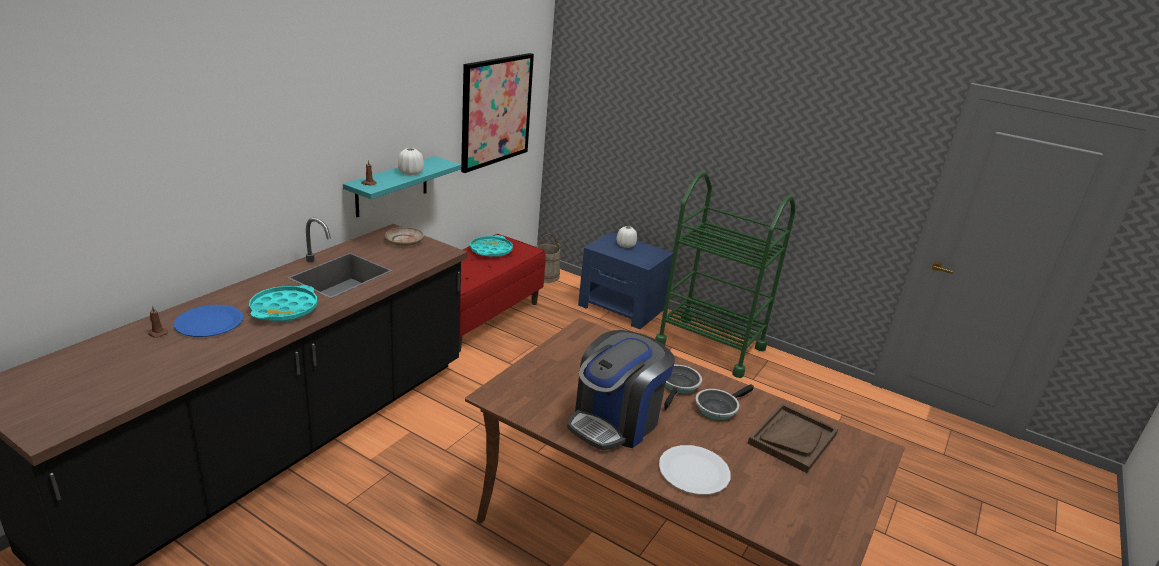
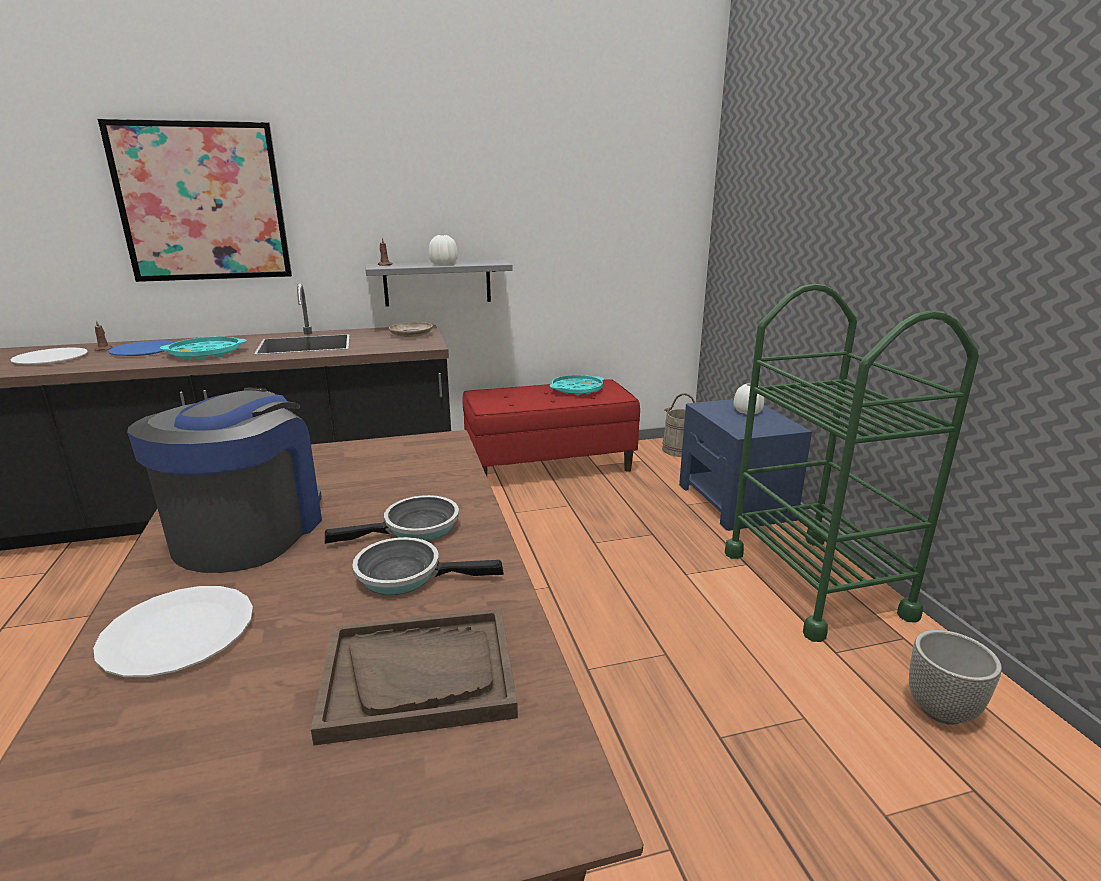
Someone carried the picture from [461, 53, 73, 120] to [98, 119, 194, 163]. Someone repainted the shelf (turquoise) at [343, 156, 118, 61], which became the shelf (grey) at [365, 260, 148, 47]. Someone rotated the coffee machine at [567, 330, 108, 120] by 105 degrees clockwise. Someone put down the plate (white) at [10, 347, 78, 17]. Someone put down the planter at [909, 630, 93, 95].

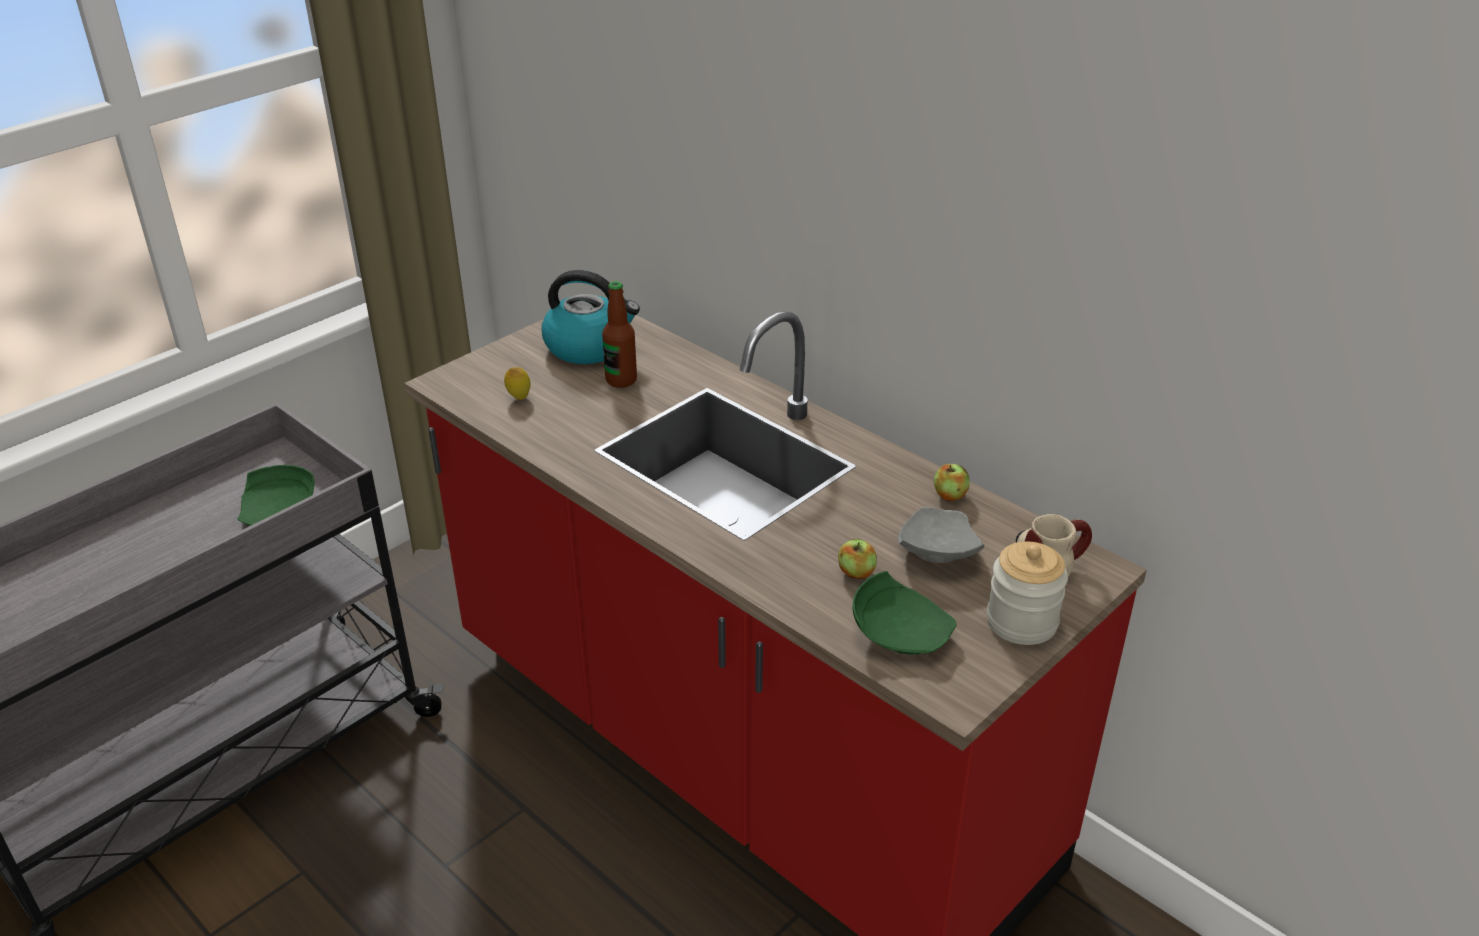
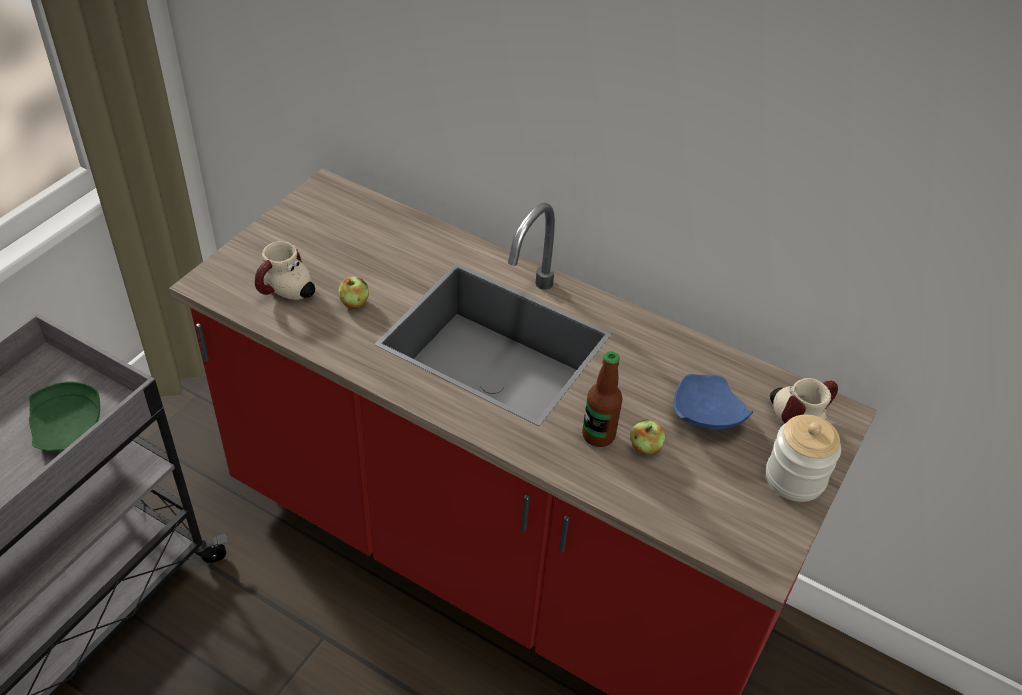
Someone took away the kettle at [541, 270, 99, 94]. Someone carried the bottle from [602, 281, 35, 107] to [582, 351, 41, 96]. Someone swapped the lemon at [504, 367, 26, 33] for the mug at [255, 241, 60, 59]. Someone carried the apple from [934, 464, 36, 37] to [338, 277, 31, 32]. Someone repainted the plate (grey) at [898, 507, 86, 56], which became the plate (blue) at [673, 374, 80, 56]. Someone took away the plate (green) at [853, 571, 104, 84].

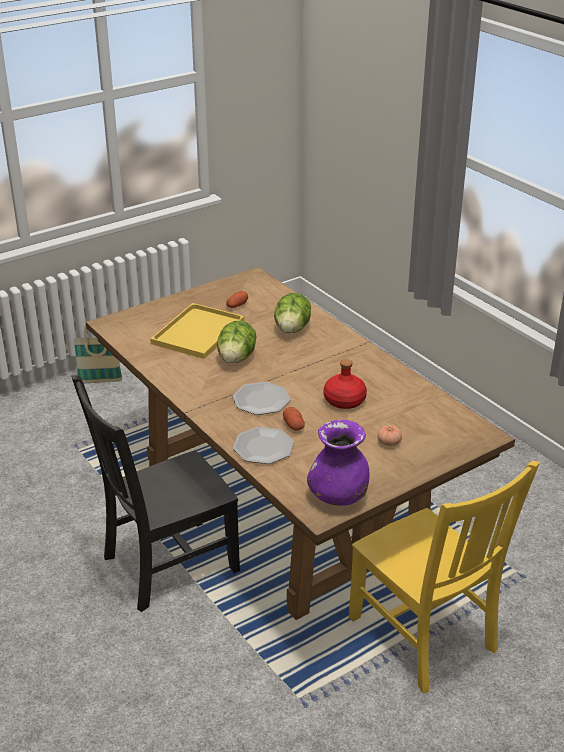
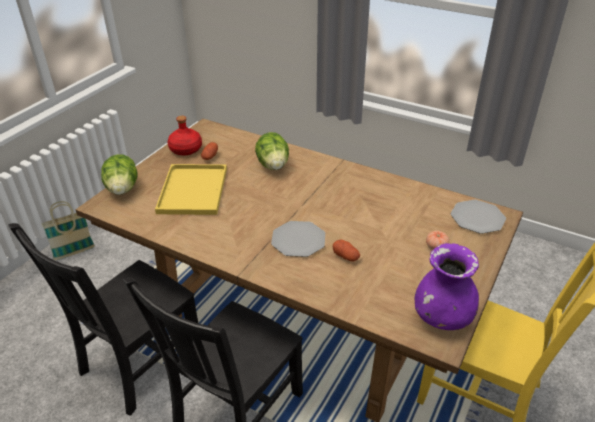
Someone carried the lettuce from [217, 321, 40, 42] to [101, 154, 36, 41]. Someone carried the bottle (red) from [324, 359, 43, 50] to [168, 116, 34, 39]. Someone carried the plate from [233, 427, 61, 37] to [451, 200, 55, 34]. Someone put down the chair (black) at [8, 223, 191, 193].

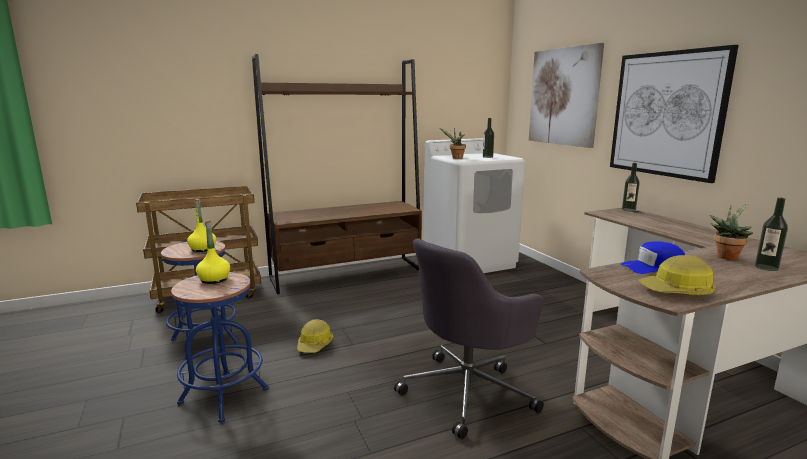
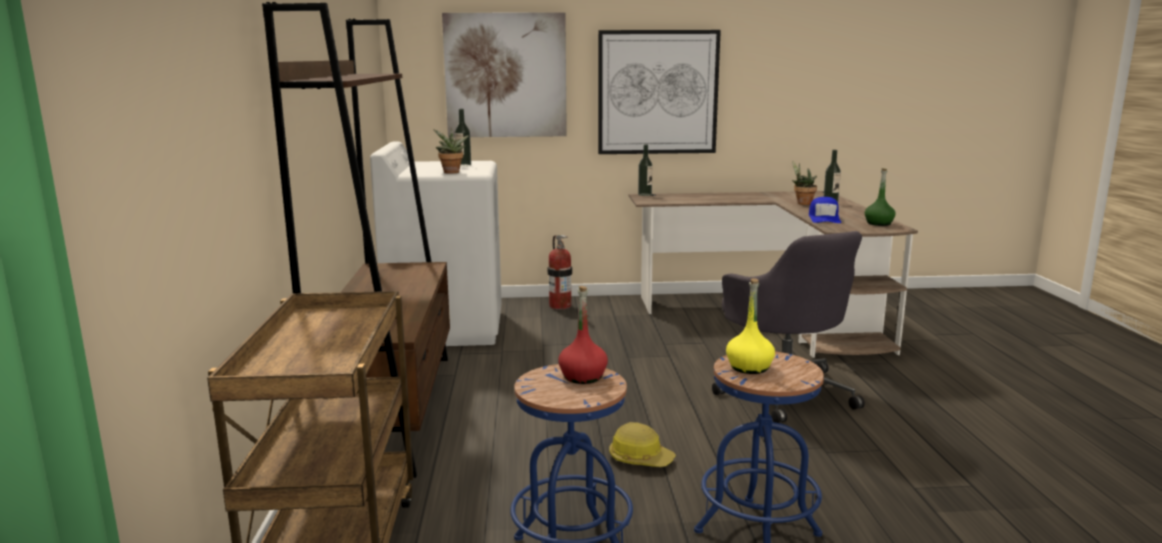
Someone repainted the bottle (yellow) at [187, 199, 29, 53], which became the bottle (red) at [558, 286, 50, 98]. Someone swapped the hard hat at [639, 255, 77, 40] for the bottle (green) at [865, 168, 31, 58]. Someone put down the fire extinguisher at [548, 235, 24, 75].

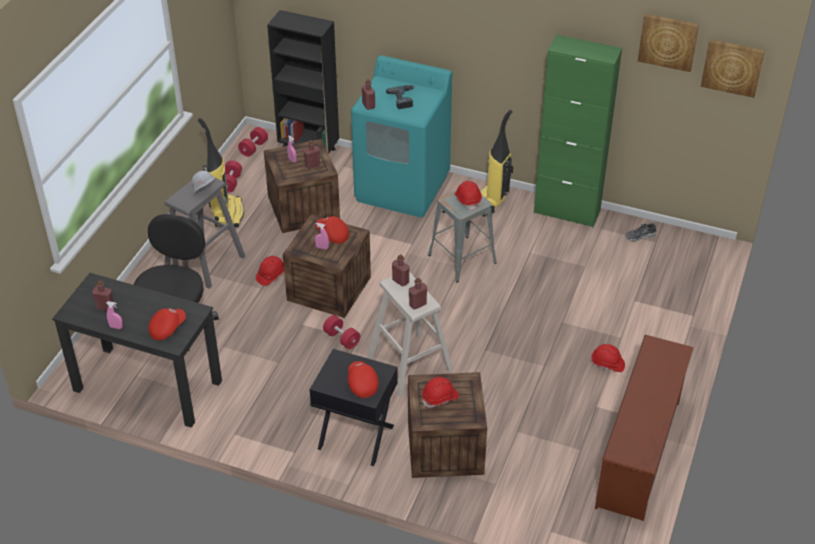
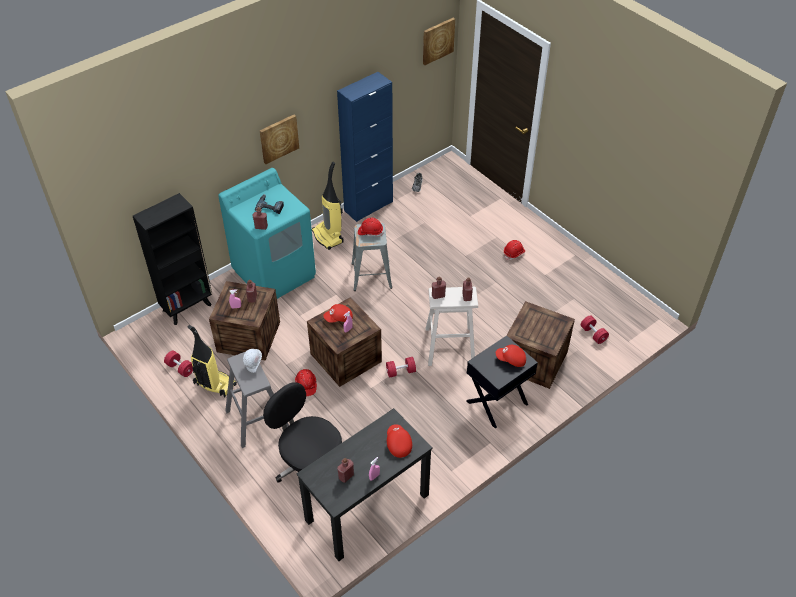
Someone carried the picture from [638, 14, 61, 58] to [260, 115, 39, 49]. Someone repainted the cabinet (green) at [534, 35, 88, 192], which became the cabinet (blue) at [337, 72, 56, 150]. Someone carried the dumbbell (red) from [238, 127, 30, 30] to [581, 315, 28, 29]. Someone took away the shoe rack (brown) at [595, 335, 99, 186]. Someone took away the hard hat (red) at [422, 377, 37, 31].

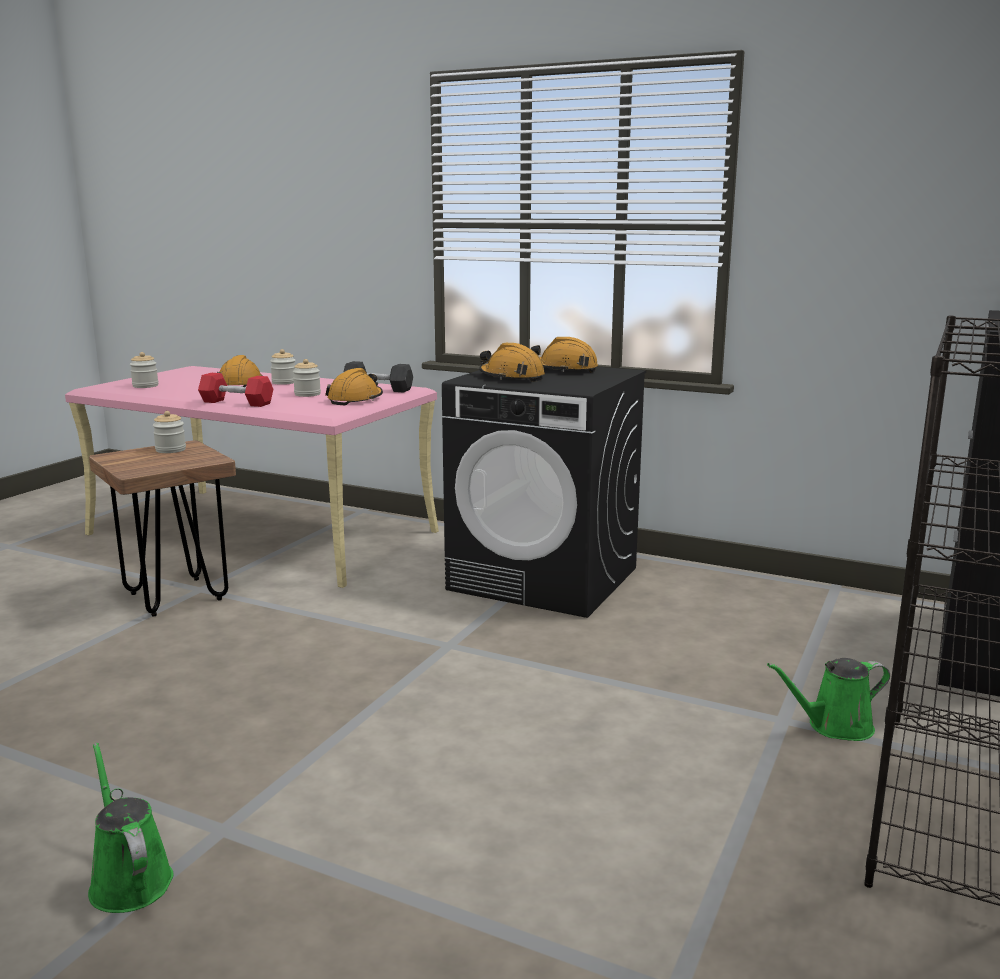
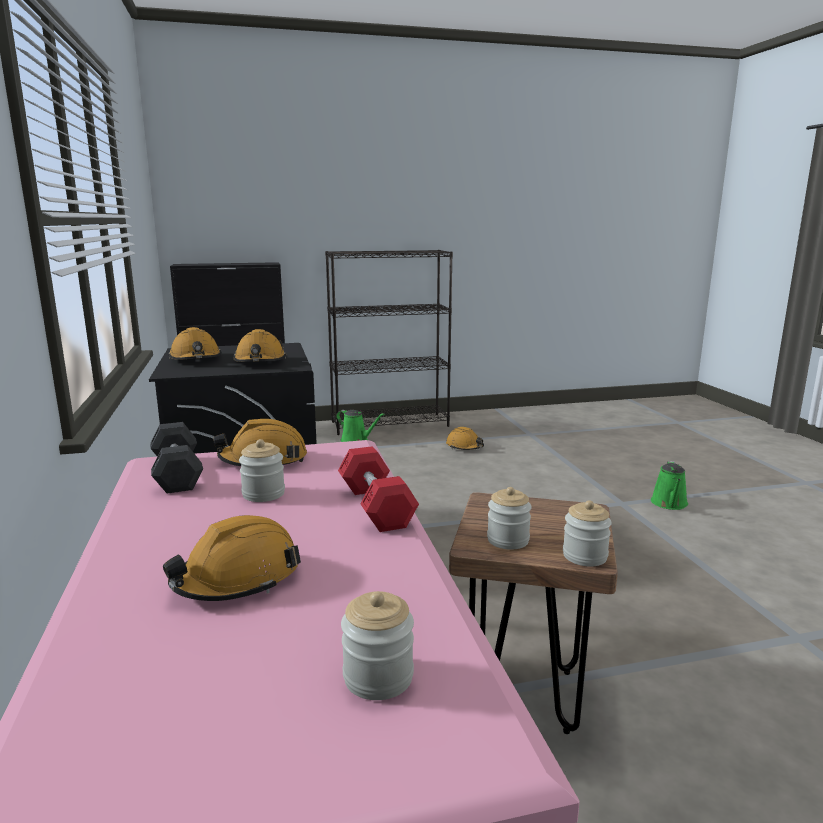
Someone carried the jar from [270, 349, 26, 36] to [563, 500, 49, 66]. Someone put down the hard hat (orange) at [446, 427, 38, 23].

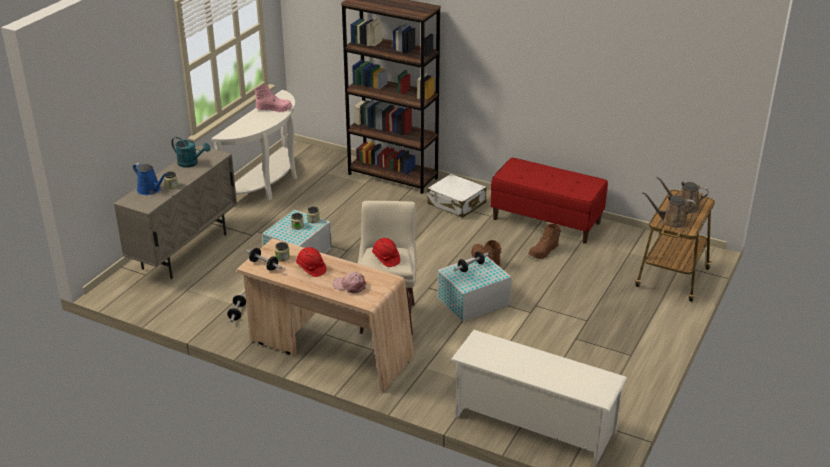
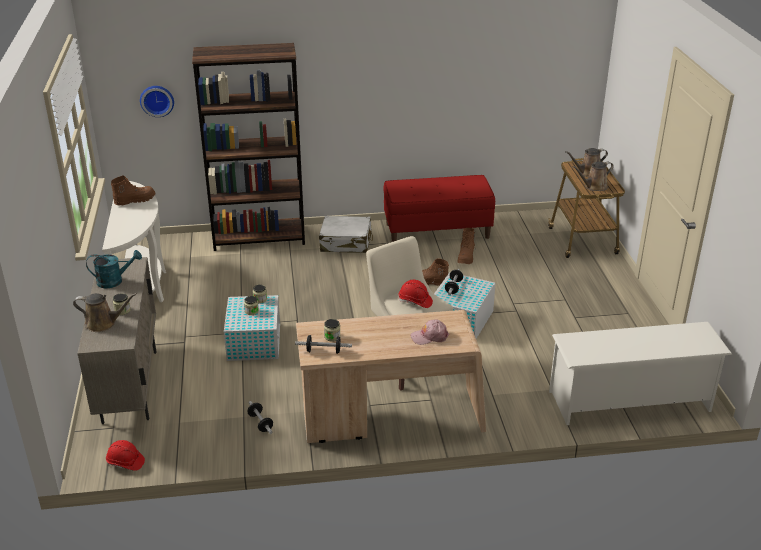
Someone repainted the boot (pink) at [255, 85, 37, 27], which became the boot (brown) at [111, 175, 44, 31]. Someone repainted the watering can (blue) at [133, 163, 35, 32], which became the watering can (brown) at [73, 293, 64, 39]. Someone carried the hard hat (red) from [296, 247, 31, 30] to [106, 440, 39, 31]. Someone put up the wall clock at [140, 86, 34, 31].

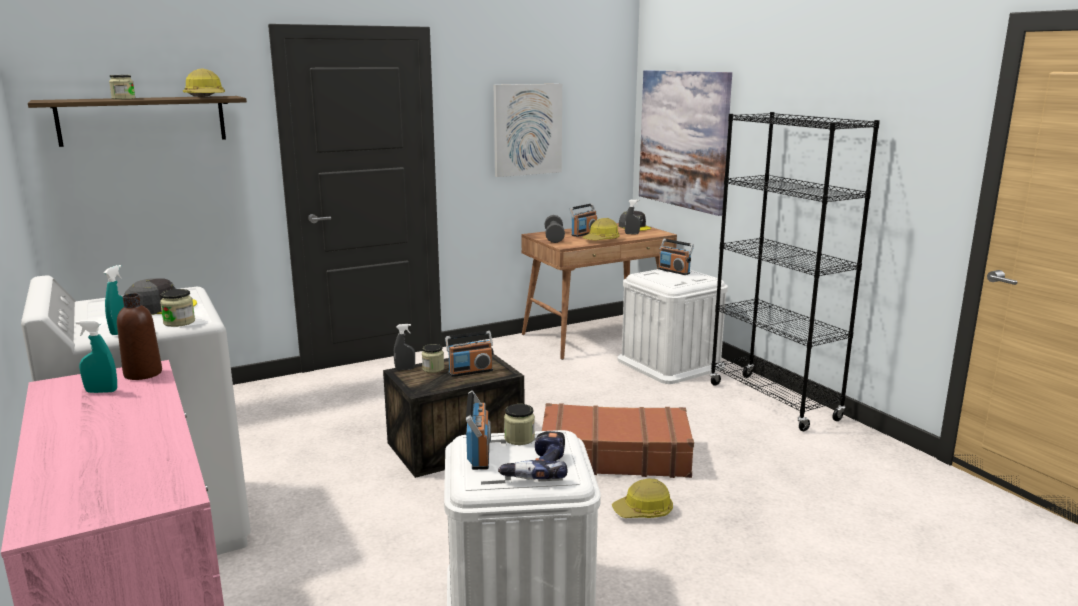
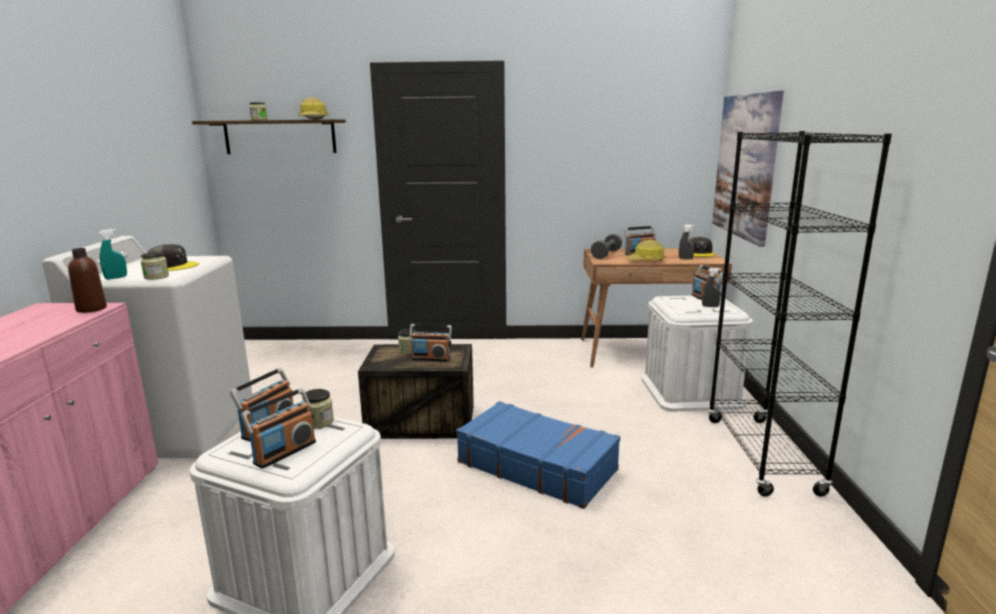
Someone took away the picture at [494, 84, 68, 93]. Someone took away the spray bottle (turquoise) at [76, 320, 41, 73]. Someone carried the spray bottle (grey) from [394, 324, 21, 46] to [702, 268, 19, 39]. Someone repainted the suitcase (brown) at [542, 403, 152, 75], which became the suitcase (blue) at [456, 401, 164, 108]. Someone swapped the power drill at [498, 431, 70, 49] for the radio at [241, 388, 75, 81]. Someone took away the hard hat at [612, 479, 61, 39].

